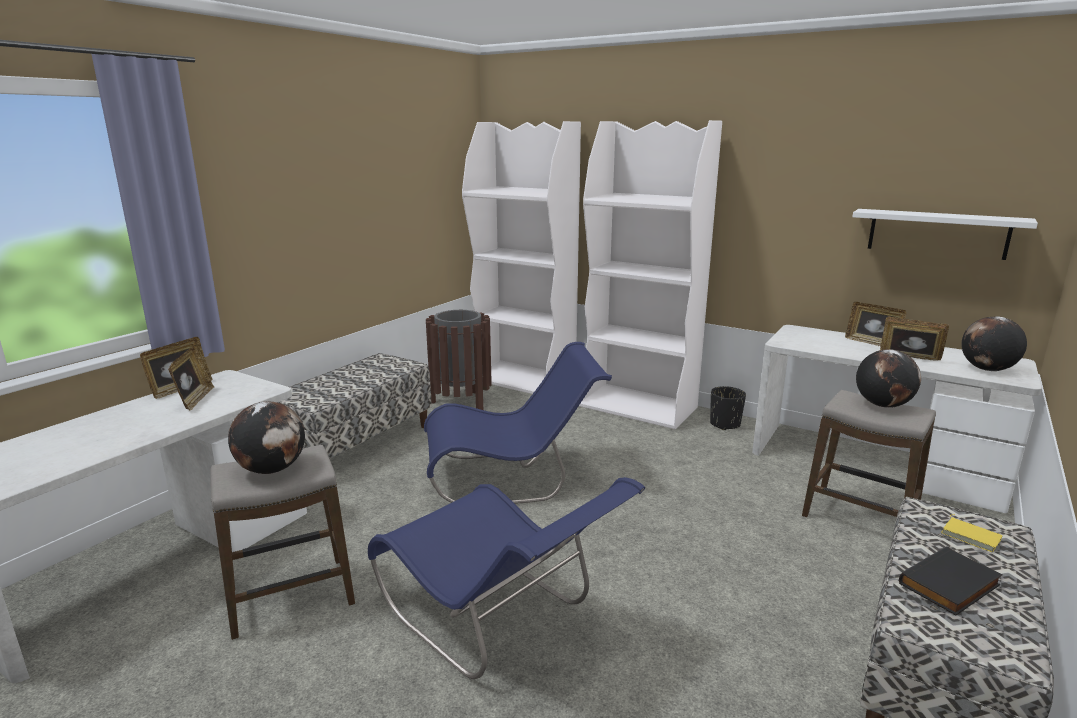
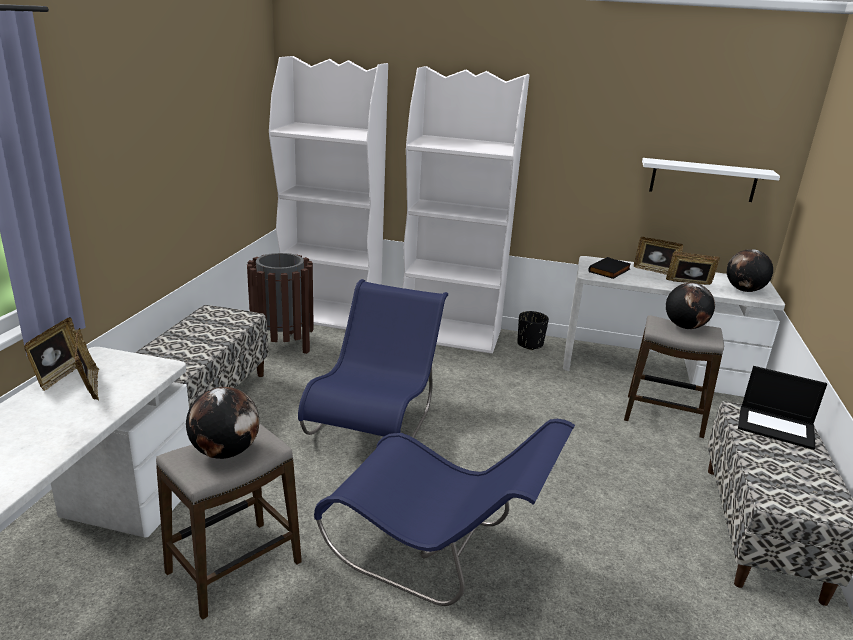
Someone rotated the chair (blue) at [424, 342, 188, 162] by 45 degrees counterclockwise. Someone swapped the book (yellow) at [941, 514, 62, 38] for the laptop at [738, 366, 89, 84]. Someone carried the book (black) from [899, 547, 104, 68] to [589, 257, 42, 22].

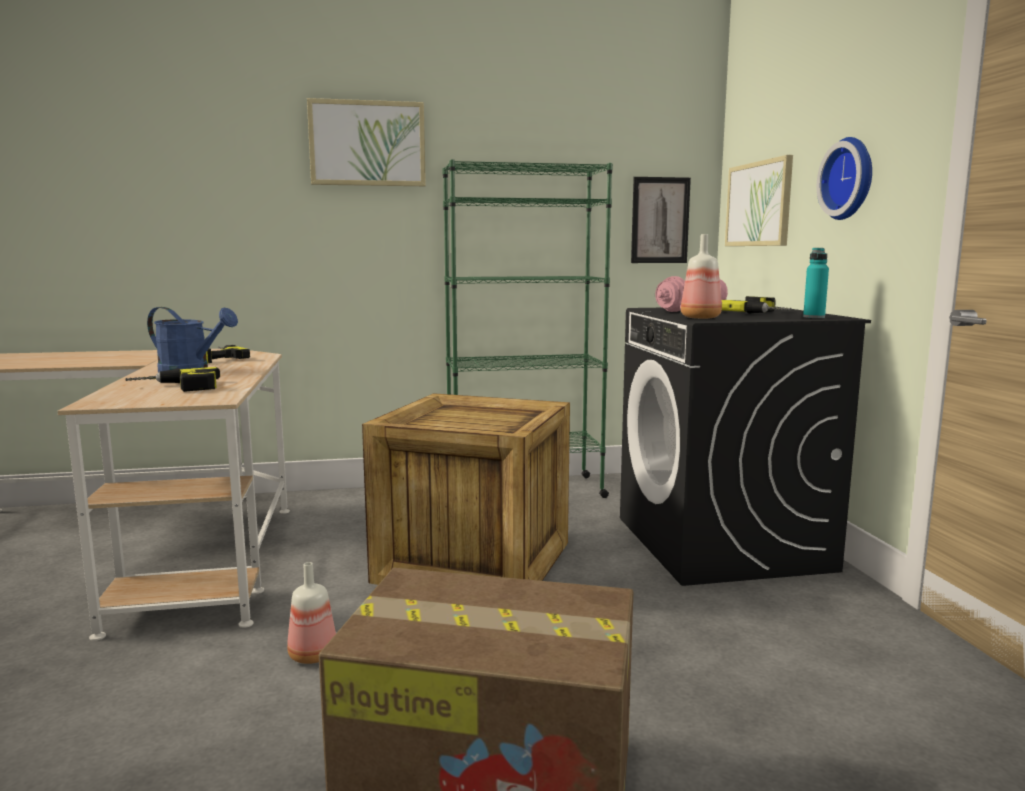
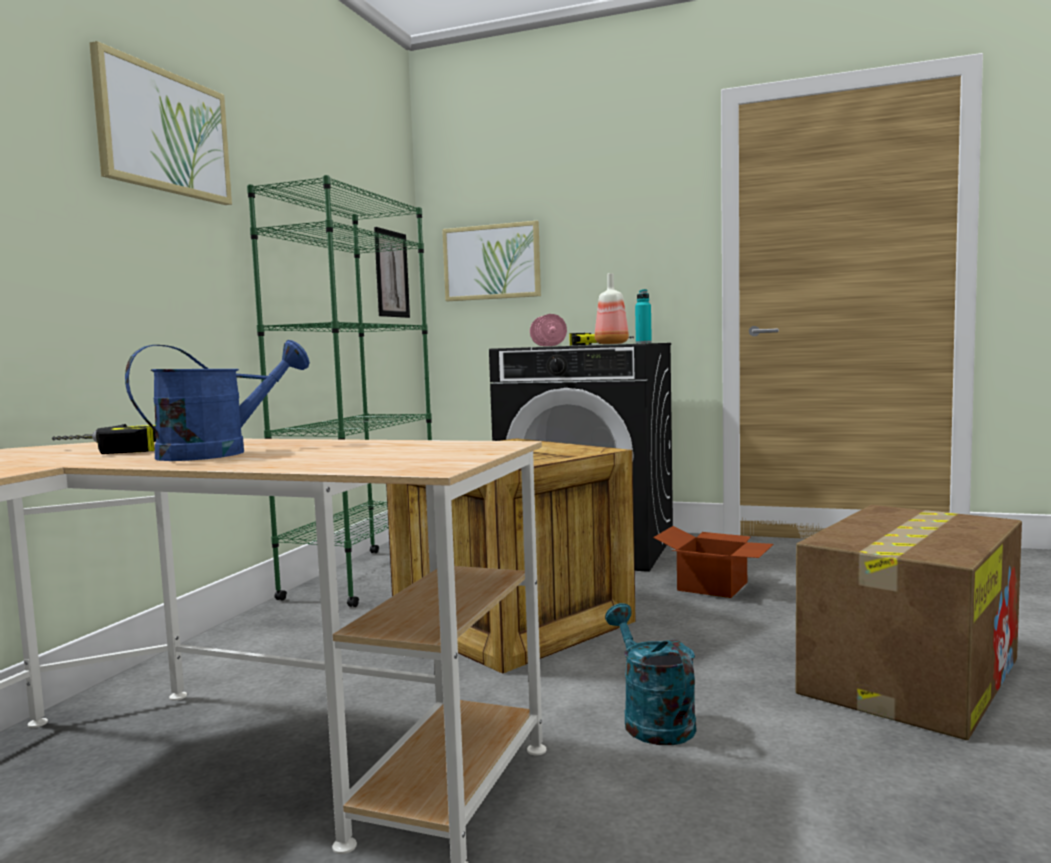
Someone took away the wall clock at [817, 137, 55, 83]. Someone took away the power drill at [125, 367, 95, 25]. Someone swapped the bottle at [287, 562, 49, 102] for the watering can (turquoise) at [605, 603, 92, 142]. Someone put down the cardboard box at [653, 526, 121, 72].

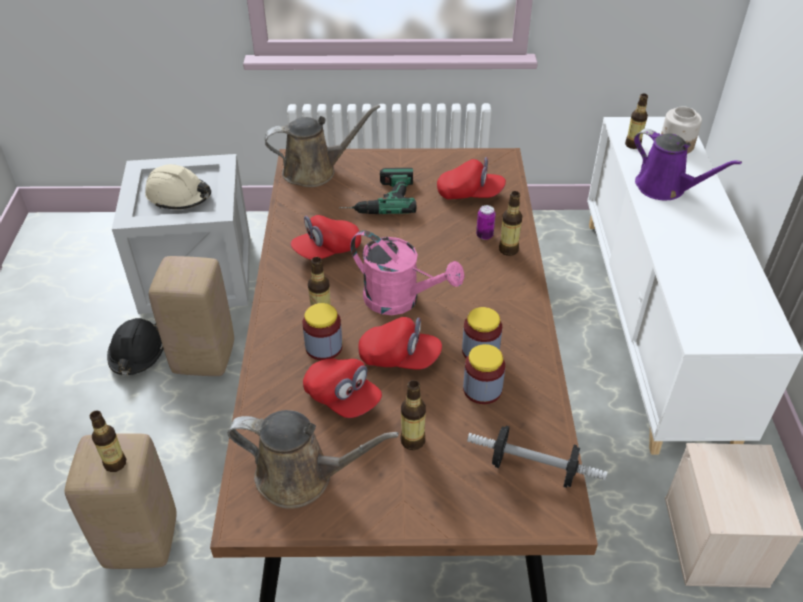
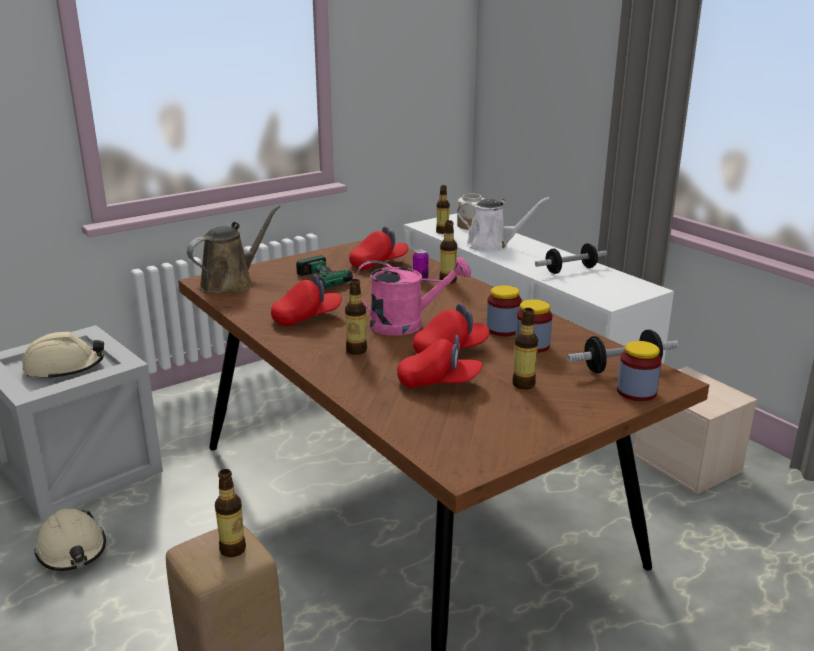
Someone repainted the watering can (purple) at [634, 129, 108, 71], which became the watering can (white) at [457, 197, 92, 55]. Someone rotated the cap (red) at [290, 215, 71, 45] by 135 degrees counterclockwise. Someone took away the stool (beige) at [149, 256, 85, 120]. Someone carried the jar from [302, 303, 40, 57] to [617, 341, 45, 60]. Someone repainted the hard hat (black) at [107, 318, 57, 57], which became the hard hat (beige) at [34, 509, 72, 62]. Someone took away the watering can (brown) at [228, 410, 171, 99]. Someone put down the dumbbell at [535, 243, 72, 31].

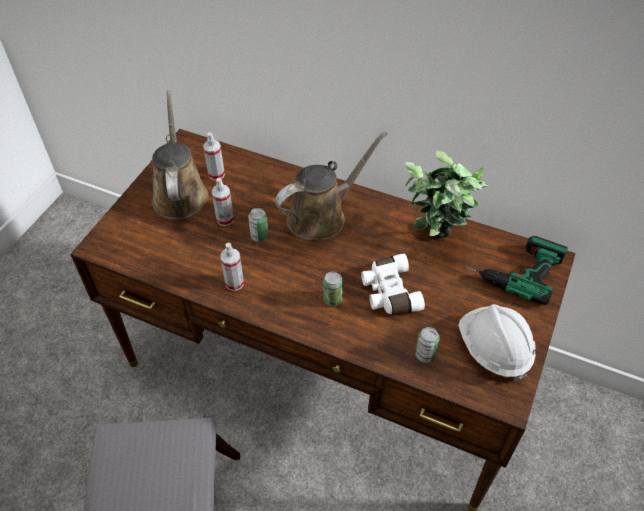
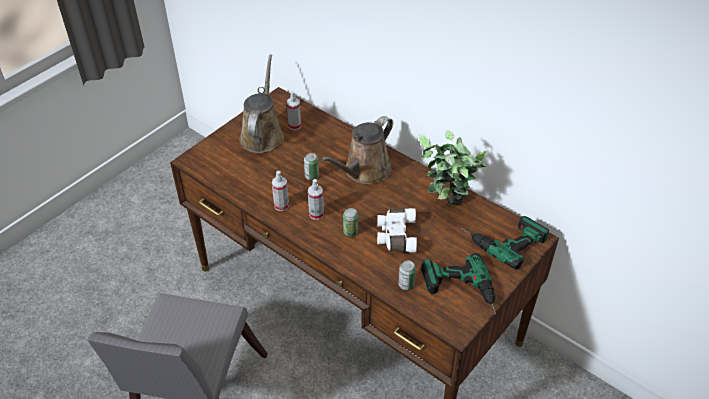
Someone rotated the watering can (brown) at [275, 131, 113, 109] by 150 degrees clockwise. Someone carried the spray bottle from [212, 178, 22, 48] to [308, 179, 16, 41]. Someone swapped the hard hat (white) at [458, 304, 78, 78] for the power drill at [421, 253, 75, 61].

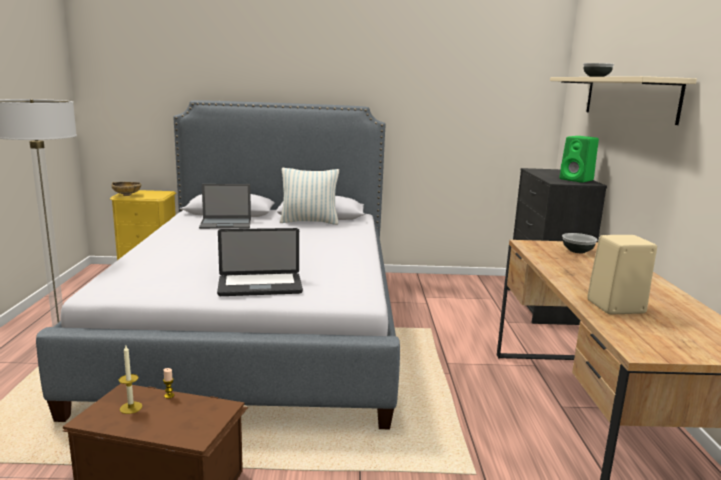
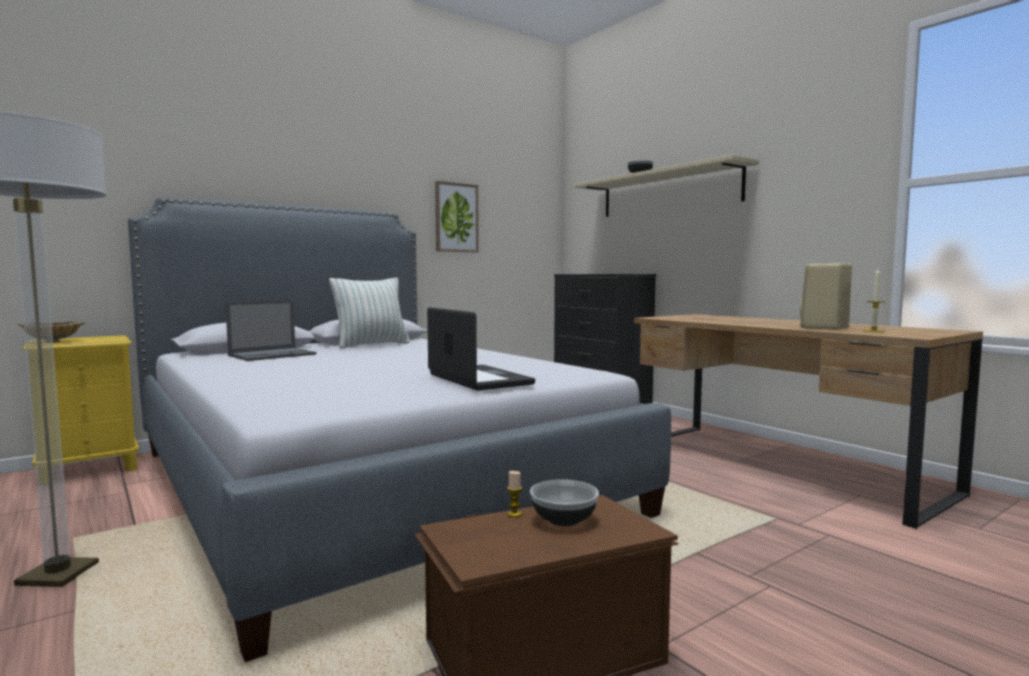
Someone took away the speaker (green) at [560, 136, 39, 47]. Someone rotated the laptop at [217, 228, 86, 68] by 75 degrees counterclockwise. Someone carried the bowl from [562, 233, 36, 20] to [530, 479, 69, 48]. Someone carried the candle from [119, 346, 24, 68] to [863, 269, 23, 63]. Someone put up the picture at [435, 181, 44, 71].

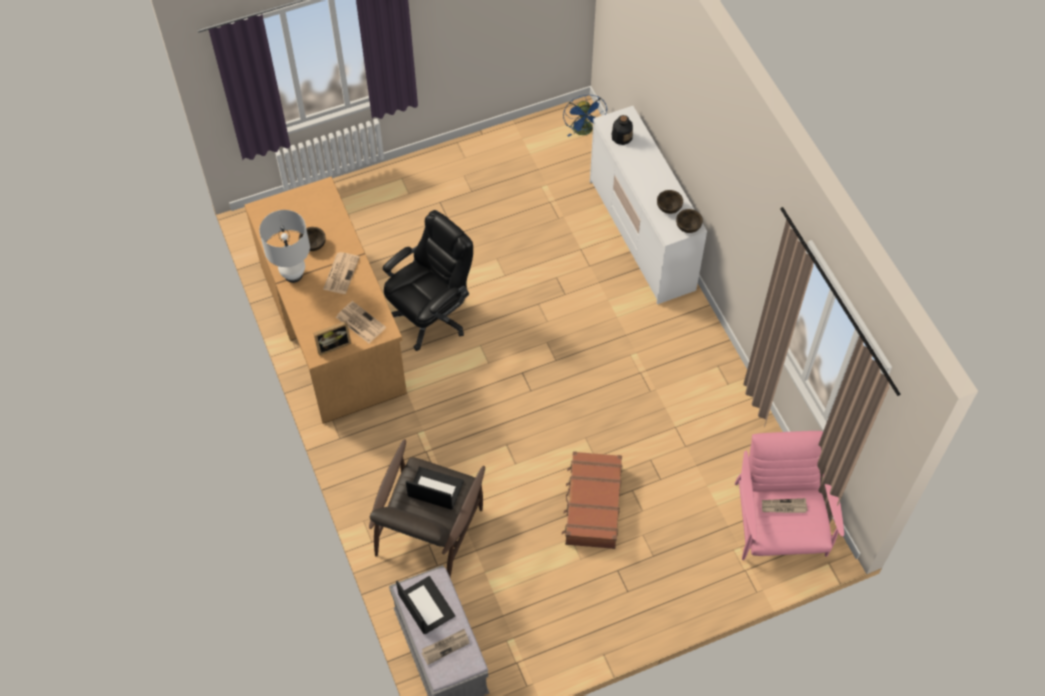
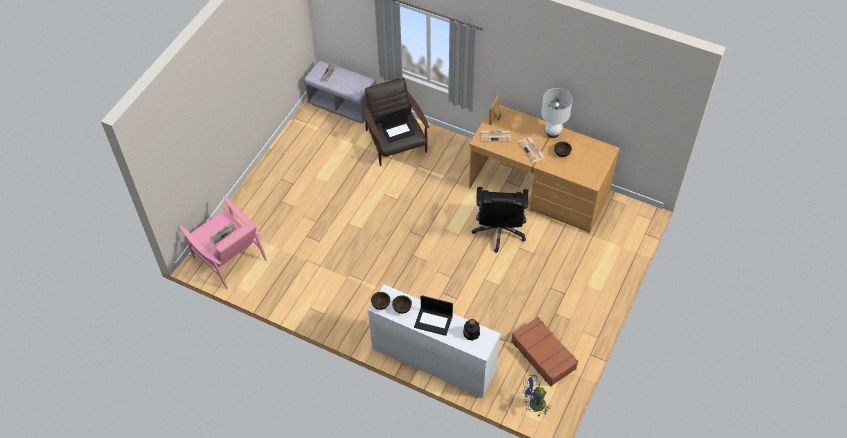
Someone rotated the fan (blue) at [563, 95, 44, 42] by 45 degrees counterclockwise. Someone carried the suitcase (brown) from [562, 451, 60, 98] to [511, 317, 67, 70]. Someone carried the laptop from [396, 576, 59, 58] to [414, 295, 39, 41].

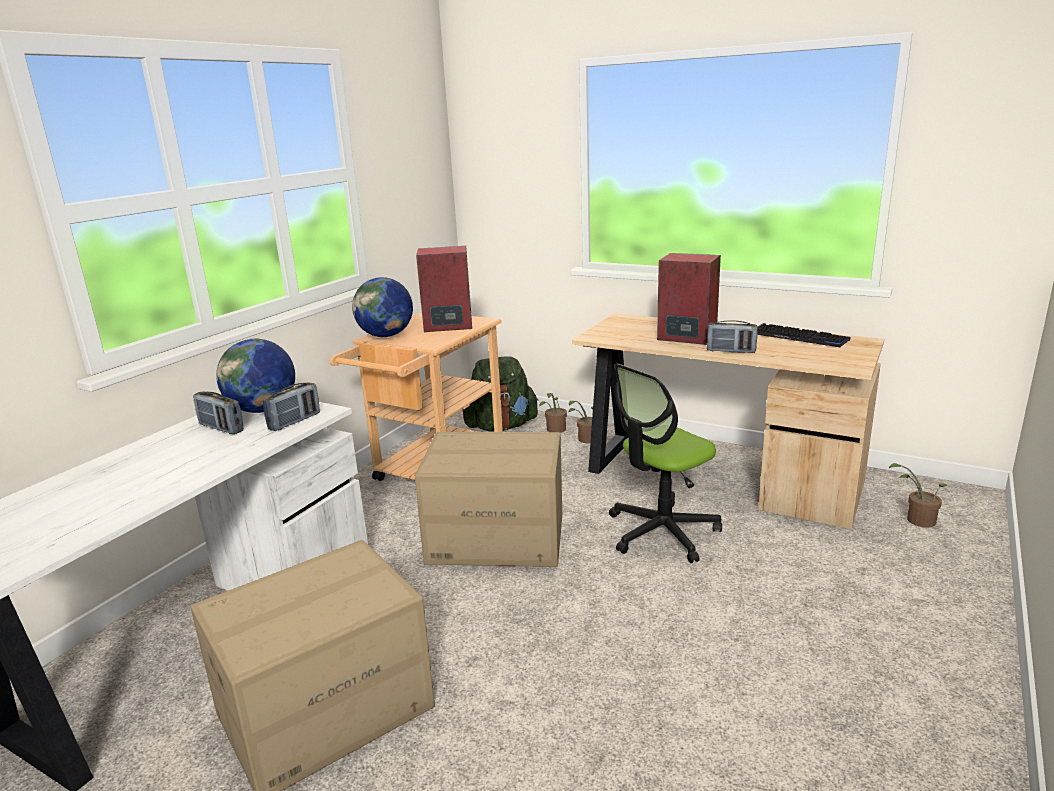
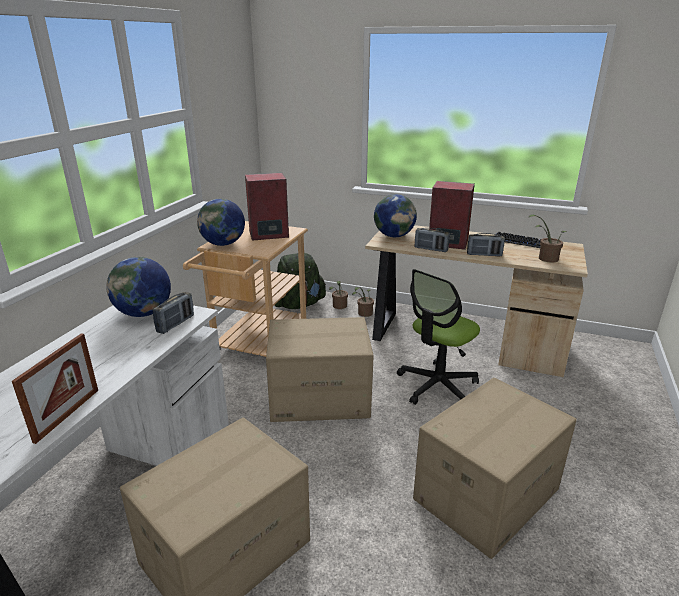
Someone carried the radio from [193, 391, 51, 43] to [415, 228, 35, 24]. Someone carried the potted plant from [889, 463, 58, 65] to [528, 214, 39, 49]. Someone put down the globe at [374, 194, 43, 43]. Someone put down the picture frame at [12, 333, 86, 111]. Someone put down the cardboard box at [413, 378, 164, 181].

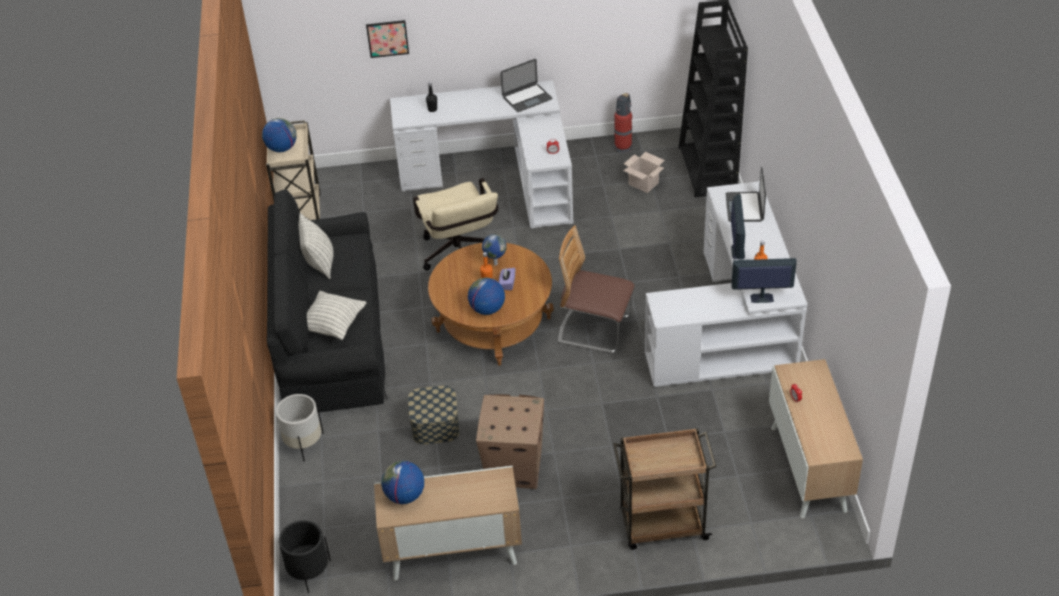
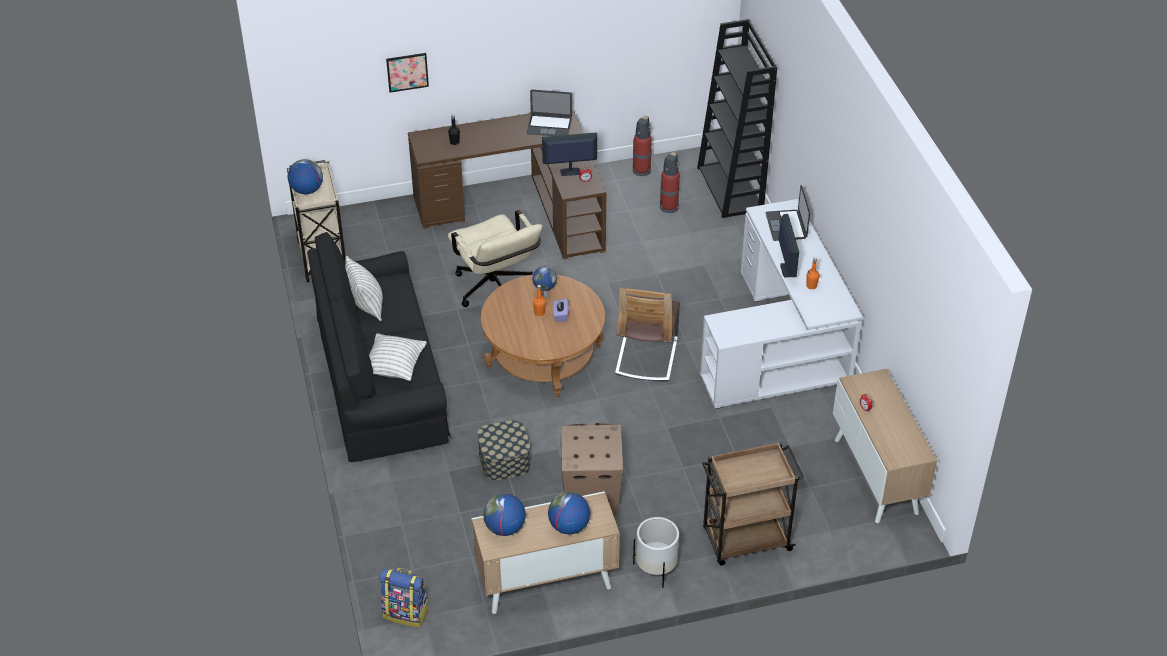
Someone rotated the laptop at [501, 59, 51, 53] by 45 degrees clockwise. Someone repainted the desk (white) at [390, 80, 184, 149], which became the desk (brown) at [408, 108, 199, 151]. Someone swapped the cardboard box at [623, 152, 41, 41] for the fire extinguisher at [660, 152, 20, 61]. Someone rotated the chair at [558, 225, 76, 128] by 90 degrees counterclockwise. Someone carried the monitor from [731, 258, 66, 45] to [542, 132, 55, 44]. Someone carried the globe from [468, 278, 37, 37] to [548, 492, 42, 42]. Someone carried the planter (white) from [276, 394, 48, 68] to [633, 517, 46, 71]. Someone swapped the planter (black) at [279, 520, 52, 73] for the backpack at [379, 568, 50, 60].

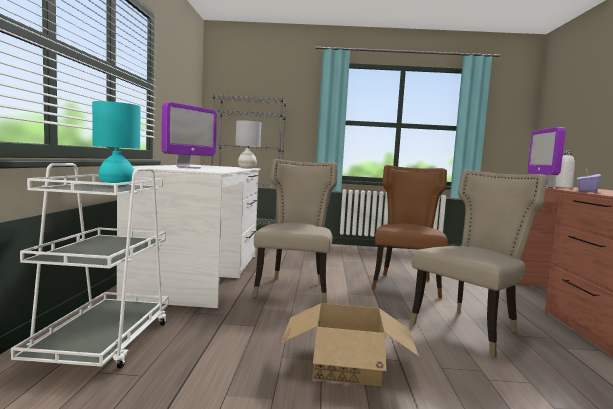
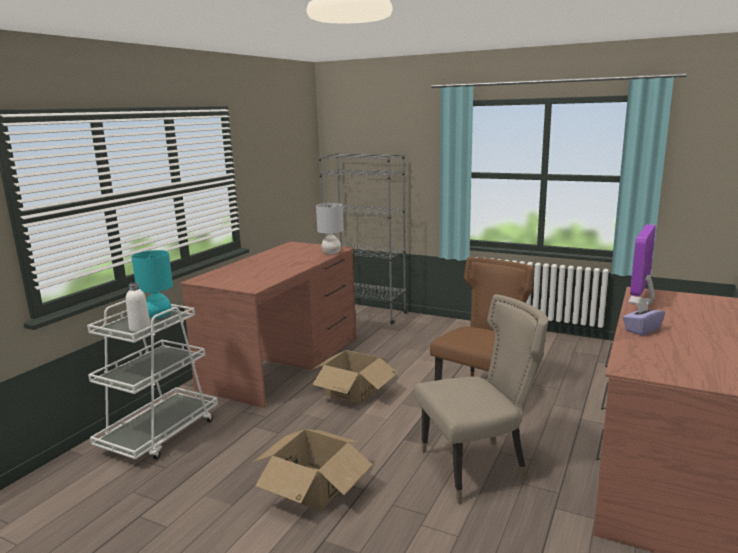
Someone took away the monitor at [161, 102, 56, 66]. Someone carried the bottle (white) from [554, 150, 21, 38] to [126, 282, 25, 50]. Someone swapped the chair (beige) at [253, 159, 85, 145] for the cardboard box at [308, 350, 90, 54]. Someone repainted the desk (white) at [117, 165, 143, 143], which became the desk (brown) at [180, 242, 176, 166].

